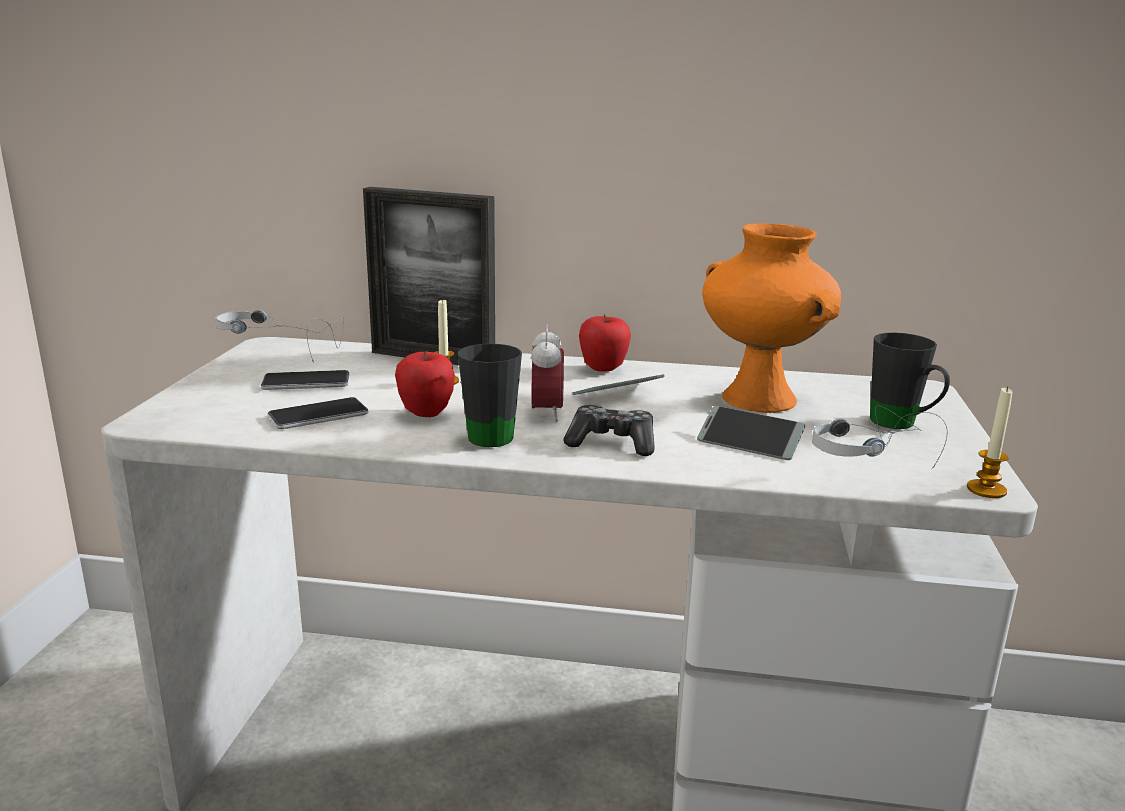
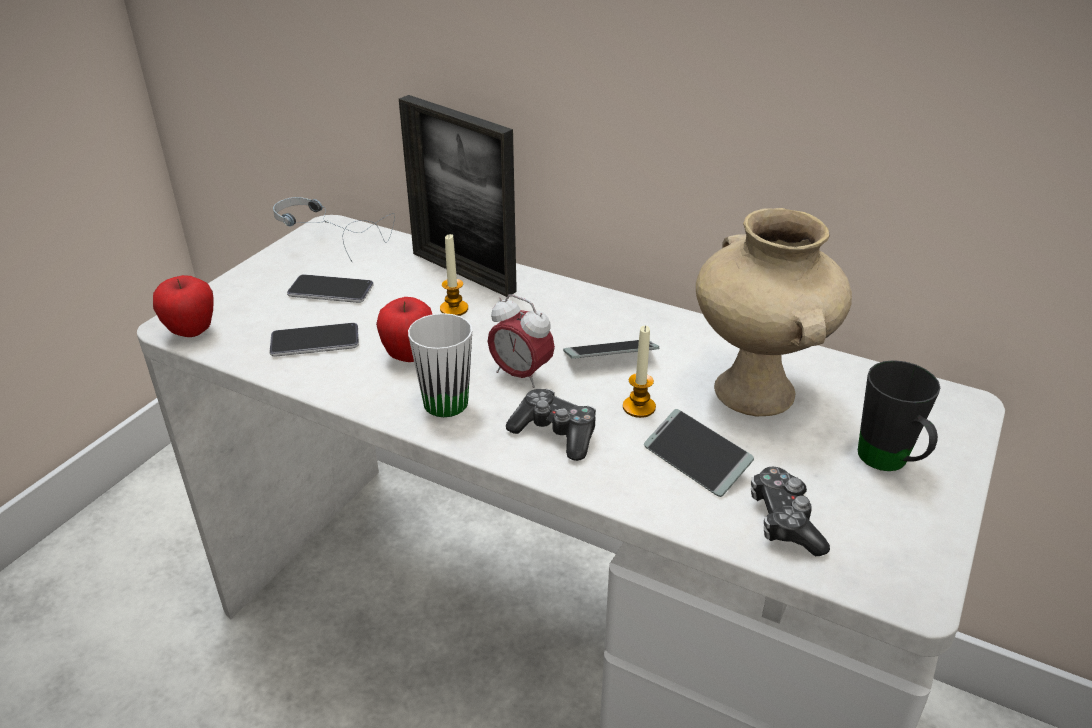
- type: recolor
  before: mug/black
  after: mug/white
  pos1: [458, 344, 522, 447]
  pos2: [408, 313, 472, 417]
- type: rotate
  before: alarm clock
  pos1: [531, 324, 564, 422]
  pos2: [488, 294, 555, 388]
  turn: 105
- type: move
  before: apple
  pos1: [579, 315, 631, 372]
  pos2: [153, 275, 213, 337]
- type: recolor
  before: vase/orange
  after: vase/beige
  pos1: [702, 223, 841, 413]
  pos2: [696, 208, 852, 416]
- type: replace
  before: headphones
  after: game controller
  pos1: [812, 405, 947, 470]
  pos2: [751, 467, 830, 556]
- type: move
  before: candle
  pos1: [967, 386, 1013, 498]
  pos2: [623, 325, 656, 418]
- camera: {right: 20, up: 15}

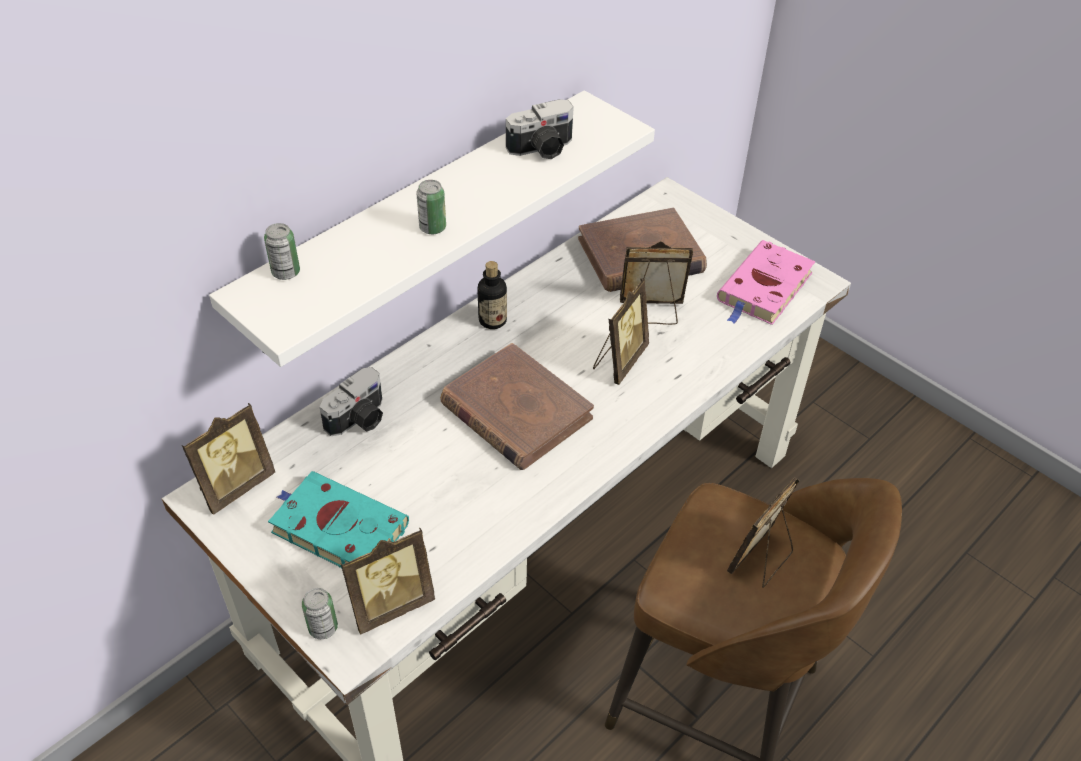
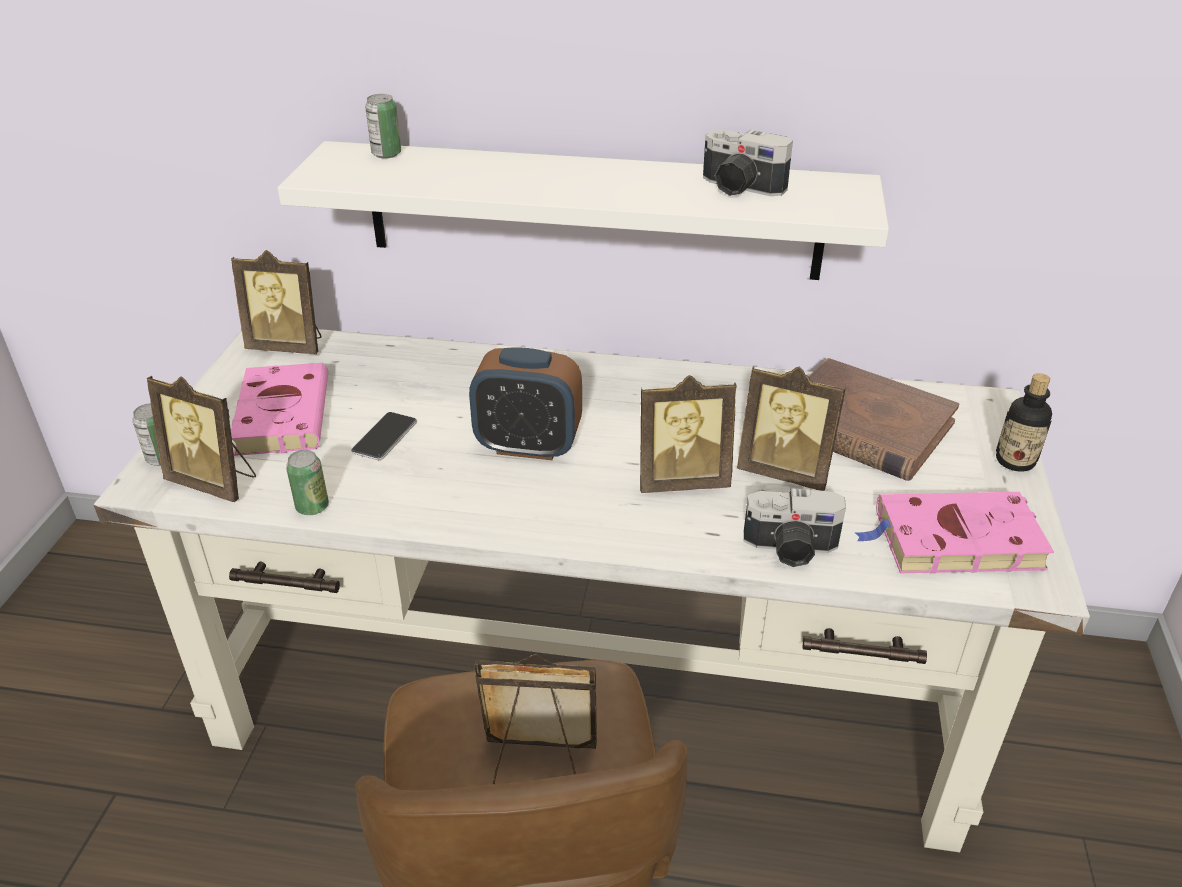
- type: recolor
  before: book/turquoise
  after: book/pink
  pos1: [268, 471, 409, 568]
  pos2: [231, 363, 328, 456]
- type: move
  before: photo camera
  pos1: [320, 367, 383, 436]
  pos2: [744, 488, 846, 567]
- type: move
  before: can
  pos1: [416, 180, 446, 234]
  pos2: [286, 450, 329, 515]
- type: replace
  before: book/brown
  after: alarm clock
  pos1: [440, 343, 594, 470]
  pos2: [469, 348, 582, 460]
- type: move
  before: bottle
  pos1: [477, 261, 507, 329]
  pos2: [996, 373, 1052, 472]
- type: rotate
  before: picture frame
  pos1: [620, 241, 693, 325]
  pos2: [737, 367, 846, 491]
  turn: 150
- type: insert
  after: phone
  pos2: [351, 412, 417, 460]
- camera: {right: 55, up: -10}

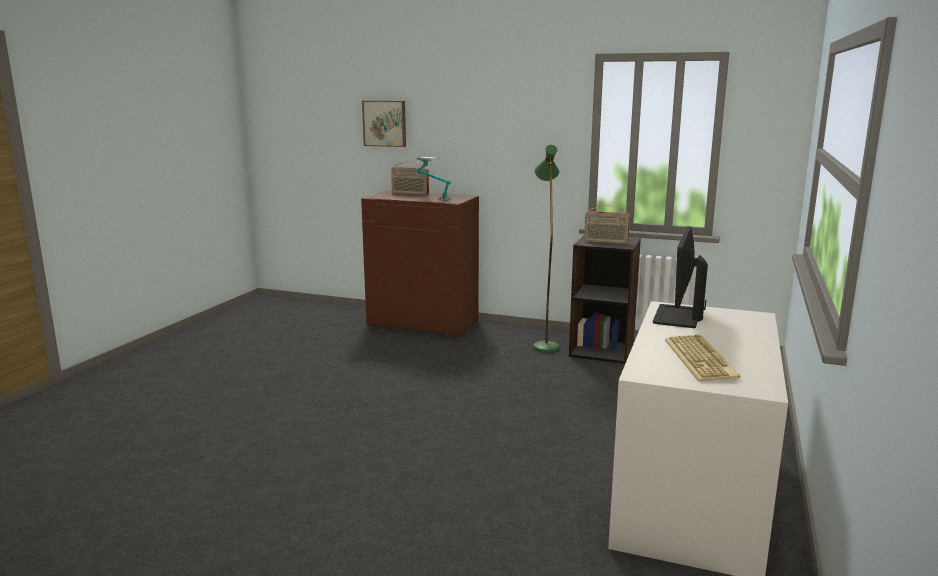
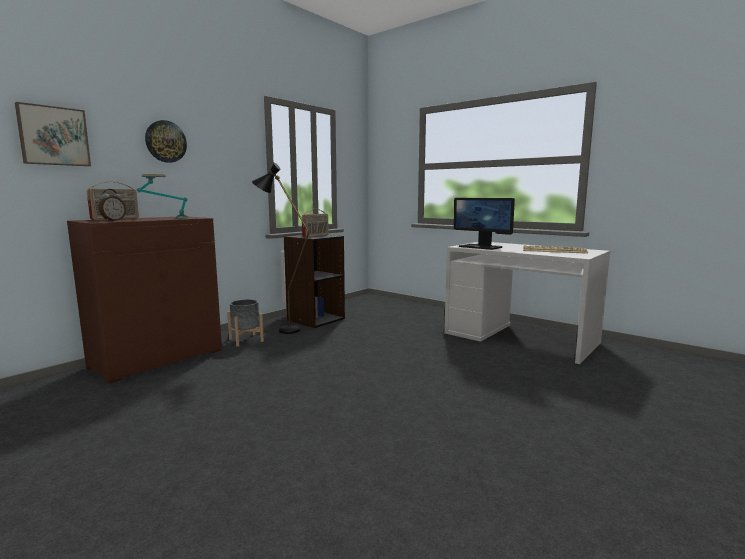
- type: recolor
  before: floor lamp/green
  after: floor lamp/black
  pos1: [533, 145, 559, 353]
  pos2: [252, 162, 309, 334]
- type: insert
  after: alarm clock
  pos2: [99, 189, 126, 221]
- type: insert
  after: wall clock
  pos2: [145, 120, 187, 163]
- type: insert
  after: planter/grey
  pos2: [227, 299, 264, 346]
- camera: {right: -70, up: -5}

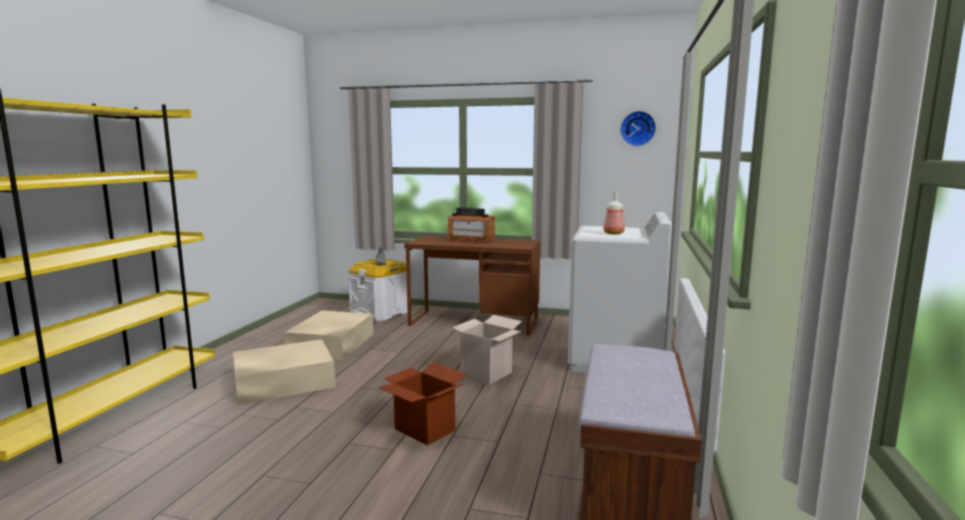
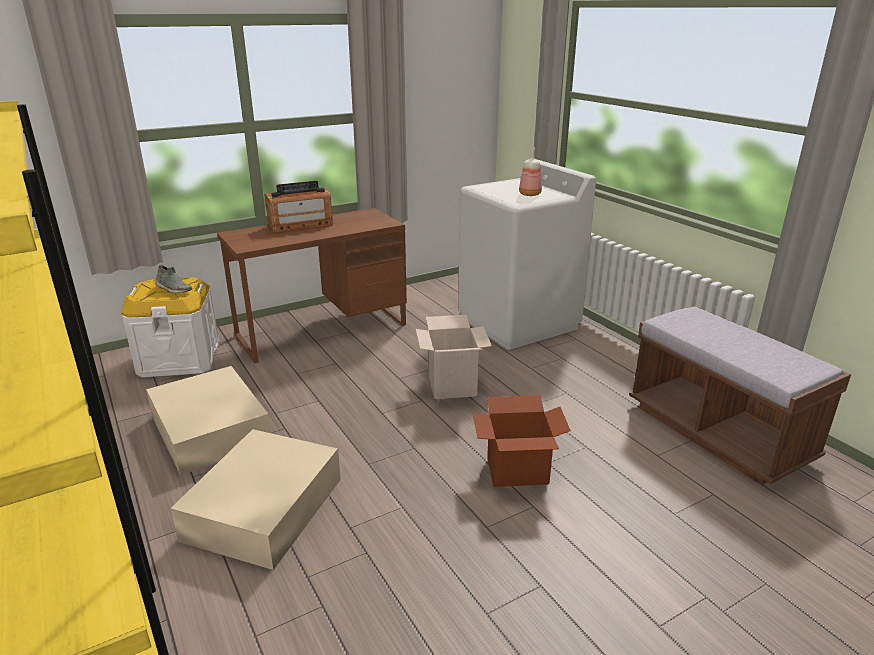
- type: delete
  before: wall clock
  pos1: [620, 111, 656, 146]
- camera: {right: -45, up: 15}

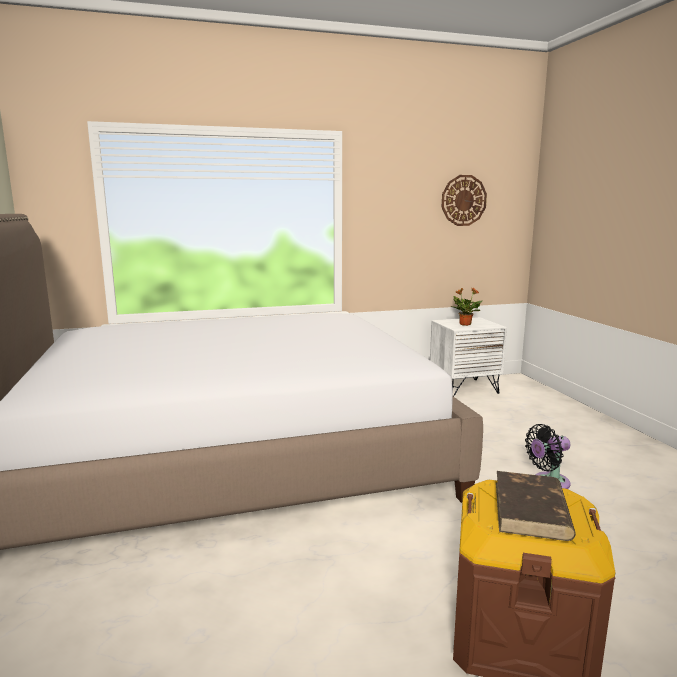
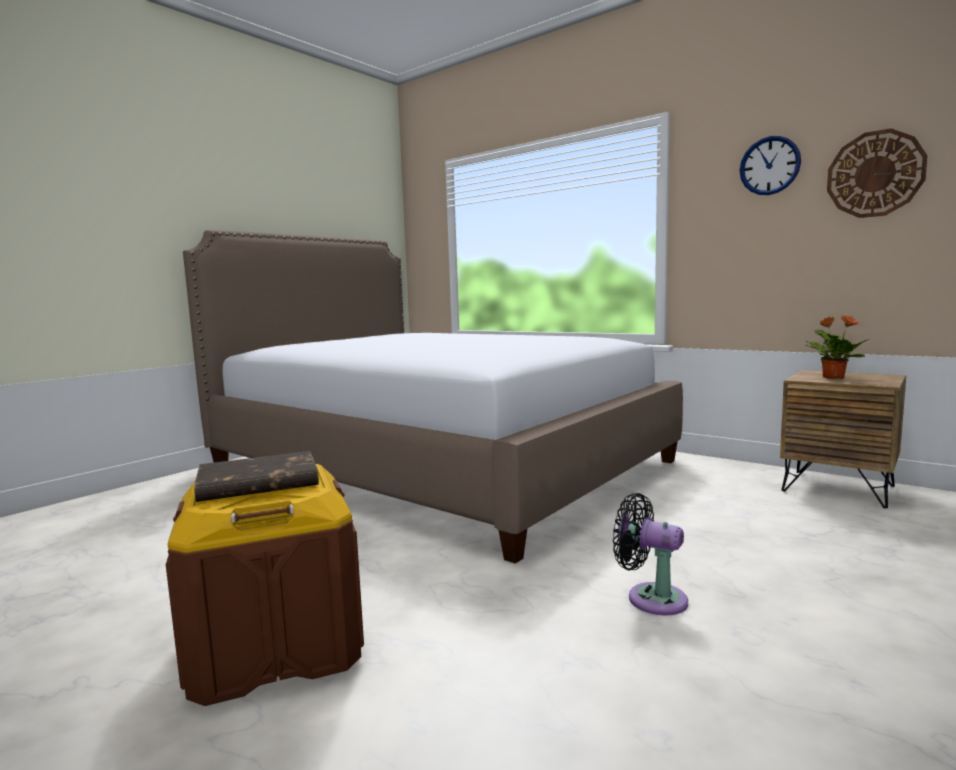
- type: recolor
  before: nightstand/white
  after: nightstand/brown
  pos1: [430, 317, 507, 397]
  pos2: [780, 370, 906, 508]
- type: insert
  after: wall clock
  pos2: [740, 136, 801, 195]
- camera: {right: 55, up: -5}

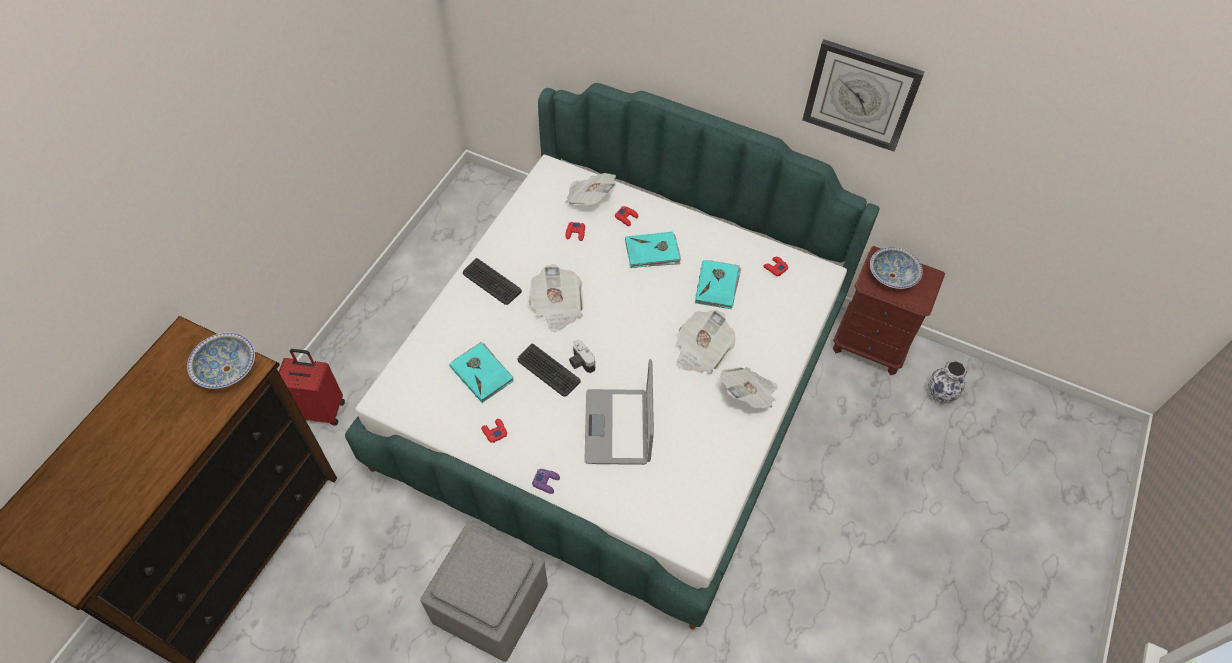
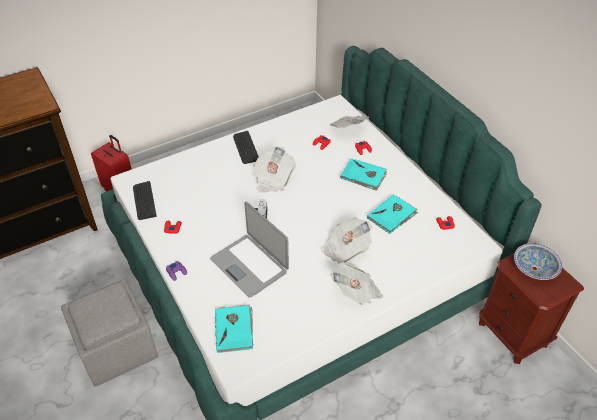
- type: delete
  before: bowl
  pos1: [187, 333, 255, 389]
- type: move
  before: book/turquoise
  pos1: [450, 342, 514, 403]
  pos2: [215, 305, 253, 353]
- type: move
  before: keyboard
  pos1: [518, 344, 581, 396]
  pos2: [133, 181, 157, 220]
- type: rotate
  before: laptop
  pos1: [585, 359, 654, 465]
  pos2: [210, 202, 289, 298]
  turn: -75
- type: delete
  before: wall clock
  pos1: [802, 40, 924, 152]
- type: delete
  before: vase
  pos1: [928, 361, 967, 404]
- camera: {right: 35, up: -10}

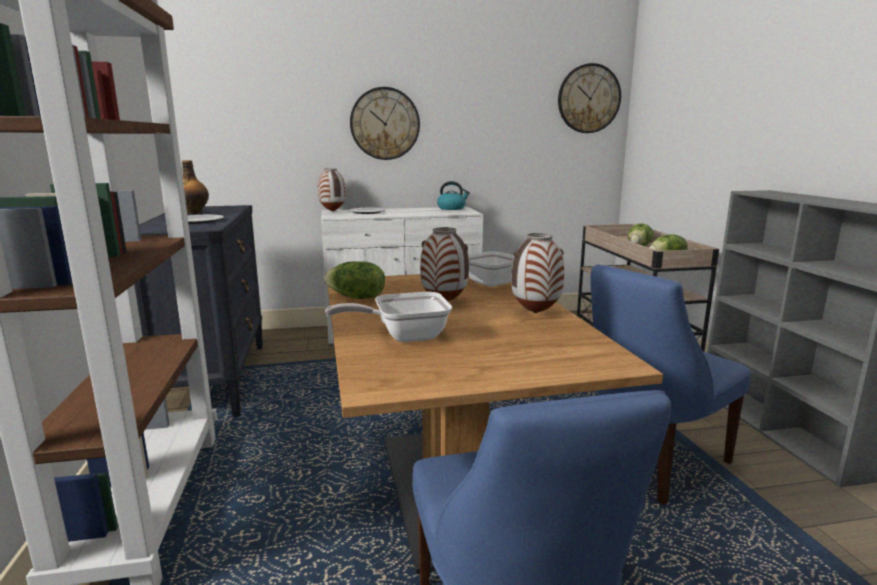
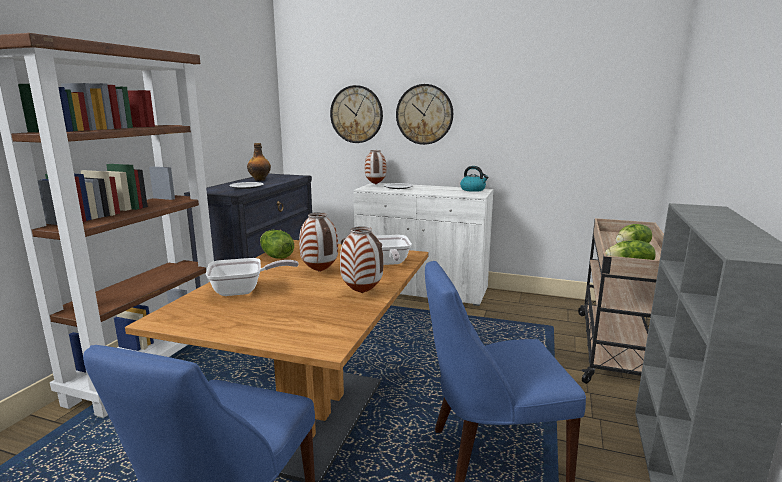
- type: rotate
  before: frying pan
  pos1: [325, 292, 452, 342]
  pos2: [206, 258, 298, 296]
  turn: 150
- type: move
  before: wall clock
  pos1: [558, 63, 621, 133]
  pos2: [330, 85, 383, 143]
- camera: {right: 30, up: 0}

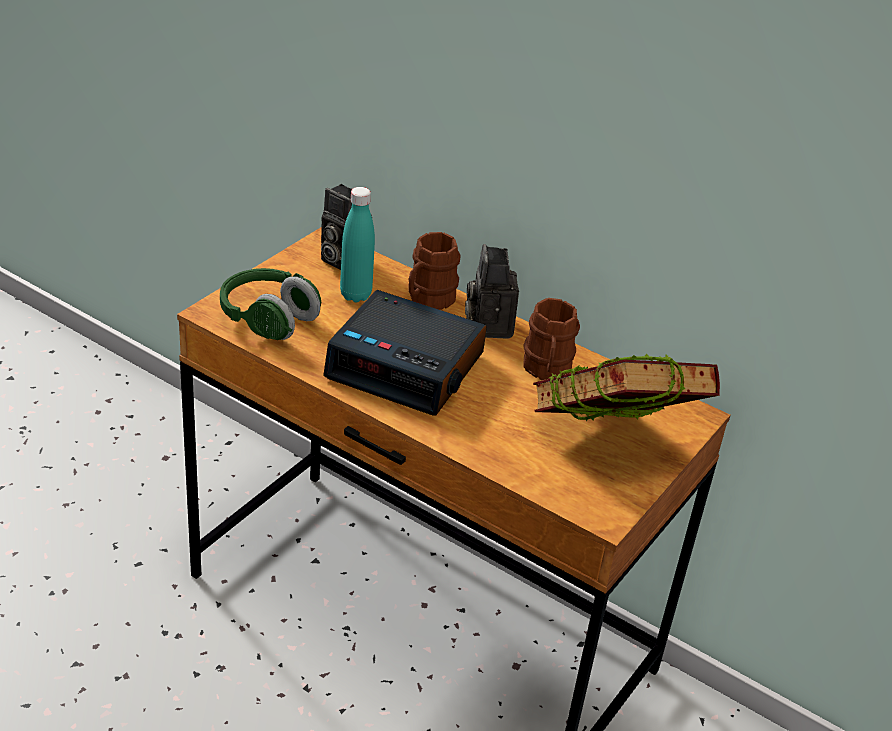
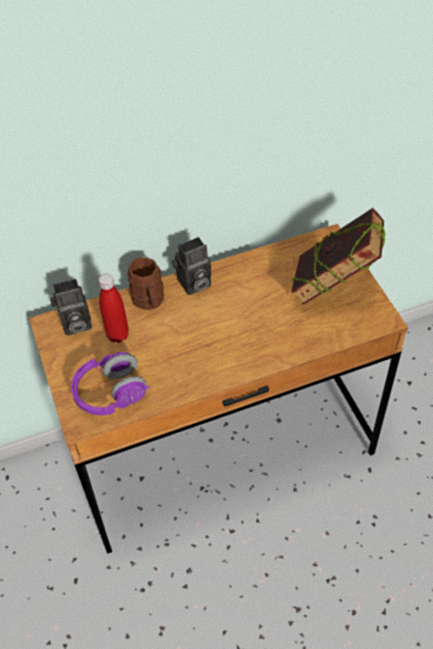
- type: recolor
  before: headphones/green
  after: headphones/purple
  pos1: [220, 268, 321, 340]
  pos2: [71, 352, 150, 415]
- type: delete
  before: alarm clock
  pos1: [323, 290, 487, 416]
- type: recolor
  before: bottle/turquoise
  after: bottle/red
  pos1: [340, 187, 375, 302]
  pos2: [99, 274, 129, 343]
- type: rotate
  before: photo camera
  pos1: [465, 244, 519, 339]
  pos2: [172, 237, 211, 295]
  turn: -60
- type: delete
  before: mug/brown
  pos1: [523, 298, 580, 380]
- camera: {right: -50, up: 15}

